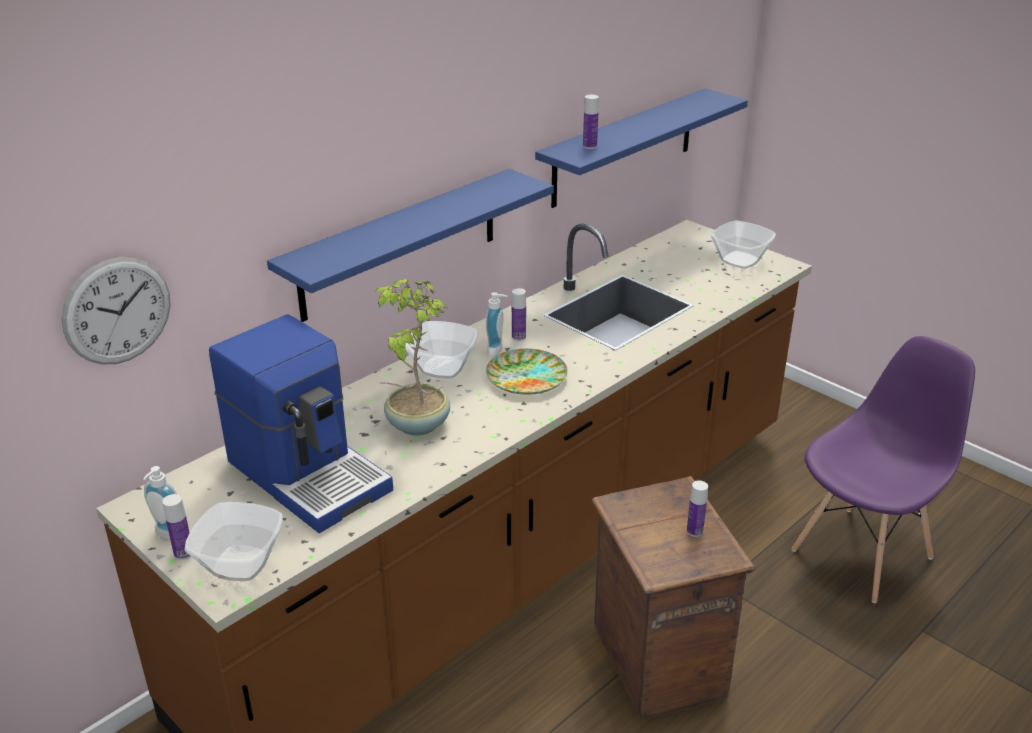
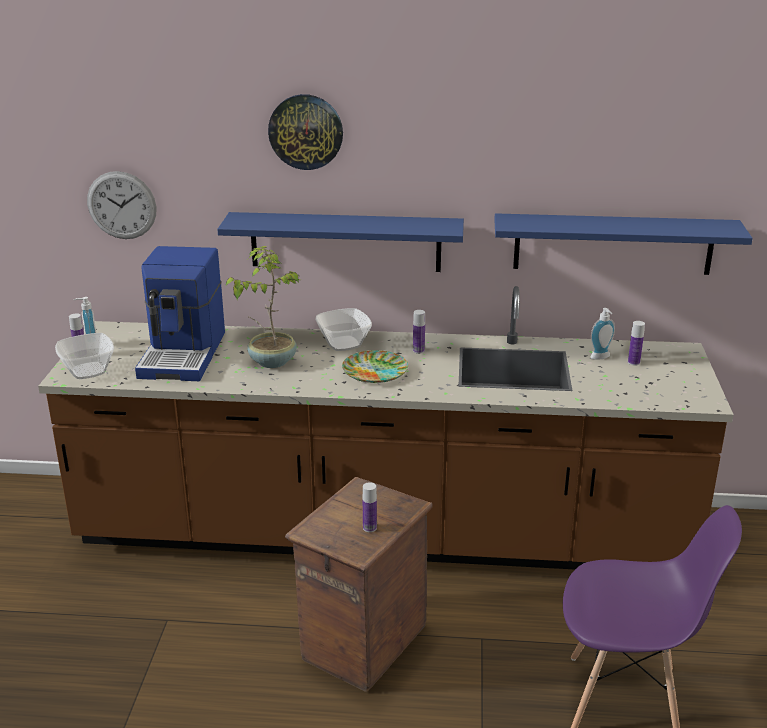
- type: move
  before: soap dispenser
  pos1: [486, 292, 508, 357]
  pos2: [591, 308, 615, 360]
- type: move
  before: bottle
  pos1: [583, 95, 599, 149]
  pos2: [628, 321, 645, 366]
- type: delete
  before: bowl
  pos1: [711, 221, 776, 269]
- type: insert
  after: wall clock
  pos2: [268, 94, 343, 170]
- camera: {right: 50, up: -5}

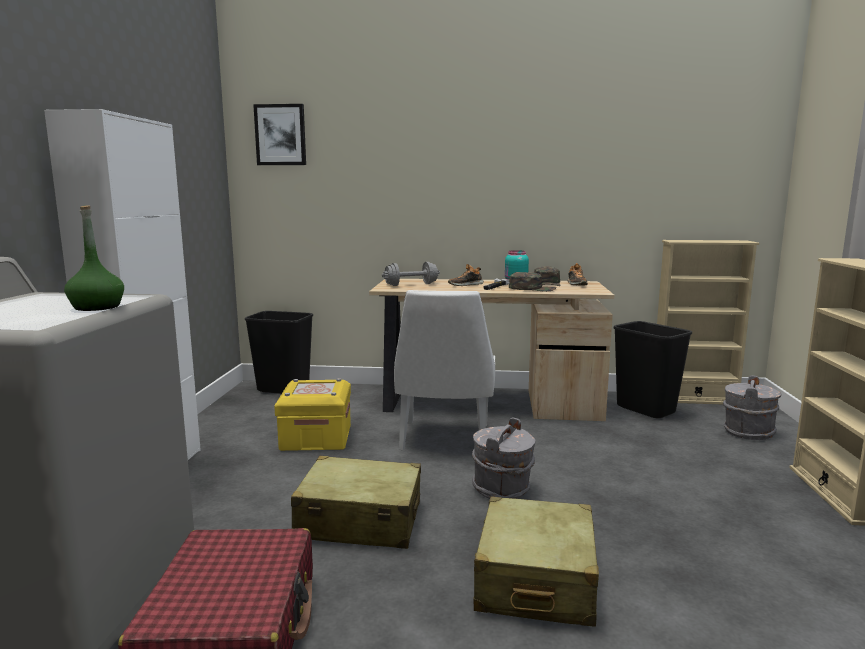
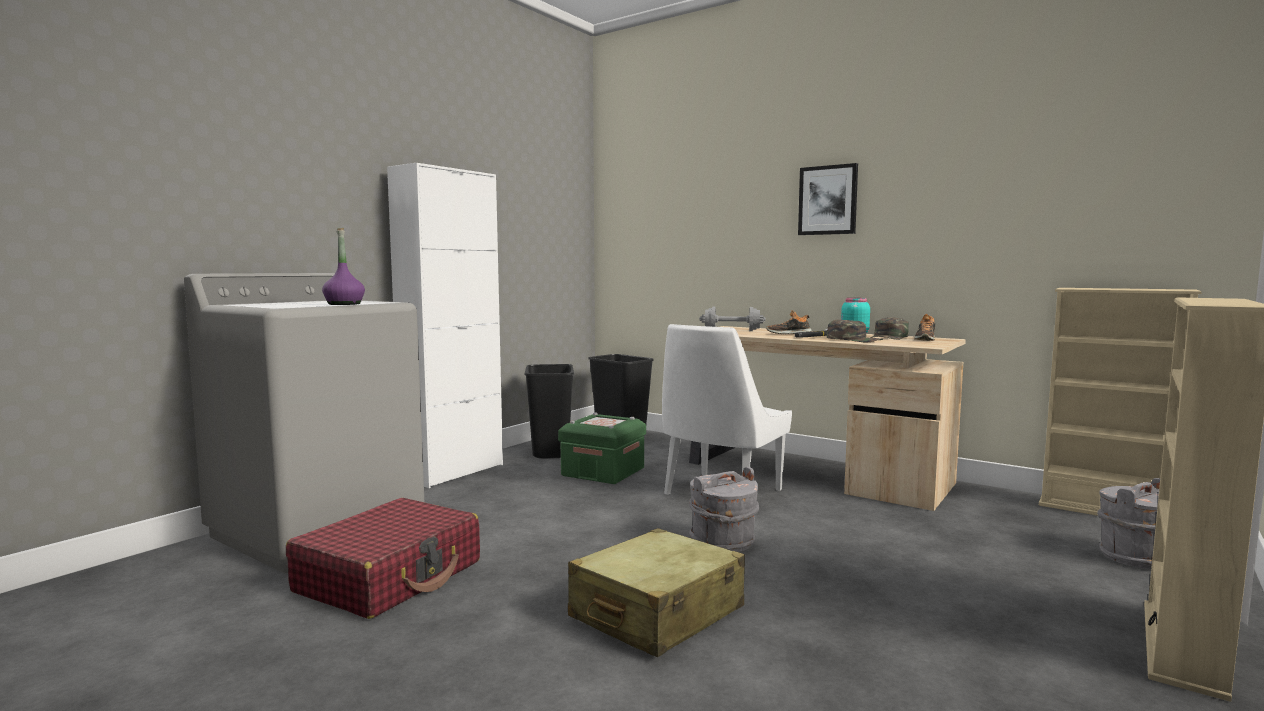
- type: recolor
  before: bottle/green
  after: bottle/purple
  pos1: [64, 205, 124, 311]
  pos2: [322, 228, 365, 305]
- type: move
  before: picture
  pos1: [253, 104, 306, 165]
  pos2: [798, 163, 858, 235]
- type: recolor
  before: storage box/yellow
  after: storage box/green
  pos1: [274, 378, 351, 451]
  pos2: [558, 413, 646, 484]
- type: delete
  before: suitcase/beige
  pos1: [291, 456, 421, 549]
- type: move
  before: trash can/black
  pos1: [614, 321, 692, 418]
  pos2: [525, 364, 574, 459]
- camera: {right: 30, up: -5}

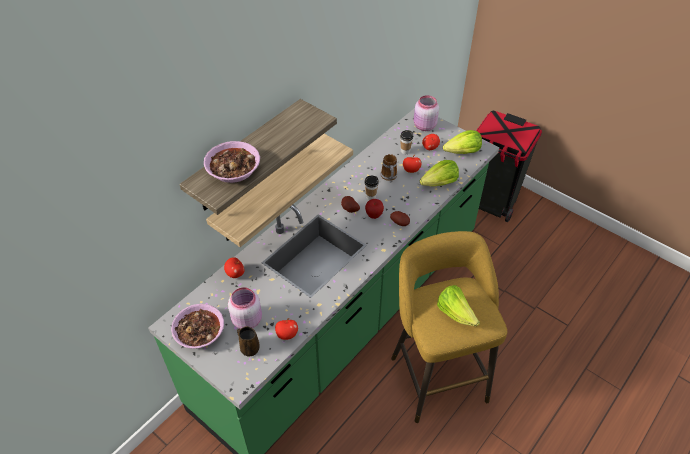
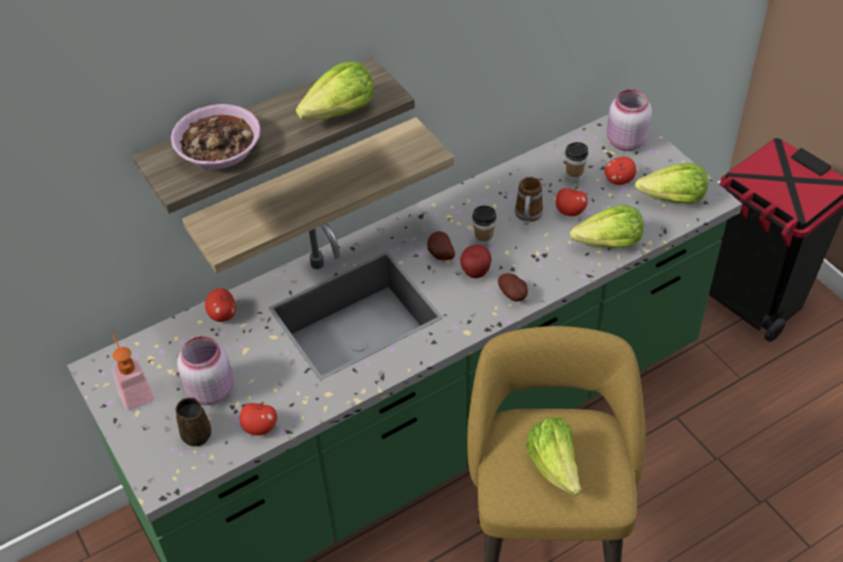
- type: replace
  before: bowl
  after: soap dispenser
  pos1: [171, 304, 224, 349]
  pos2: [112, 333, 155, 411]
- type: insert
  after: lettuce
  pos2: [296, 62, 374, 119]
- camera: {right: 20, up: 0}

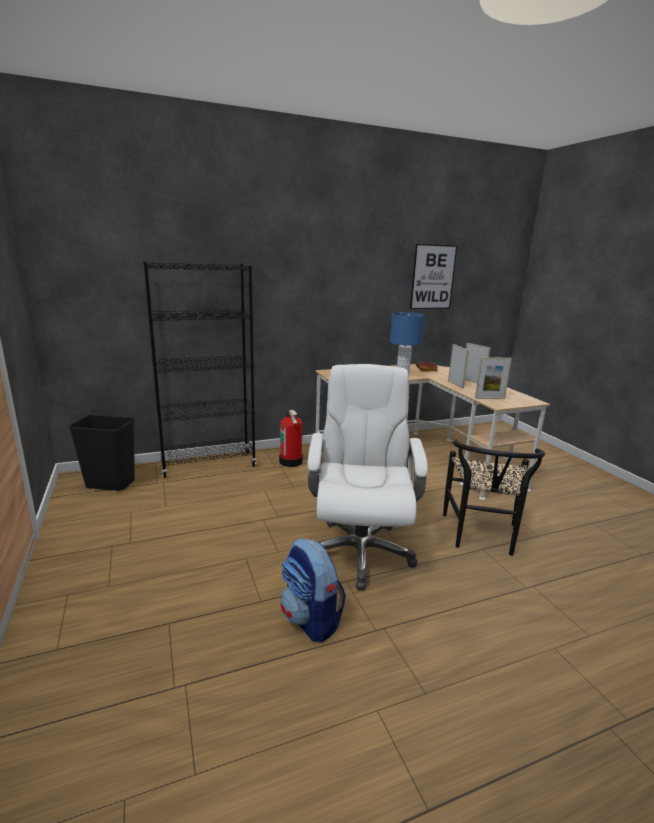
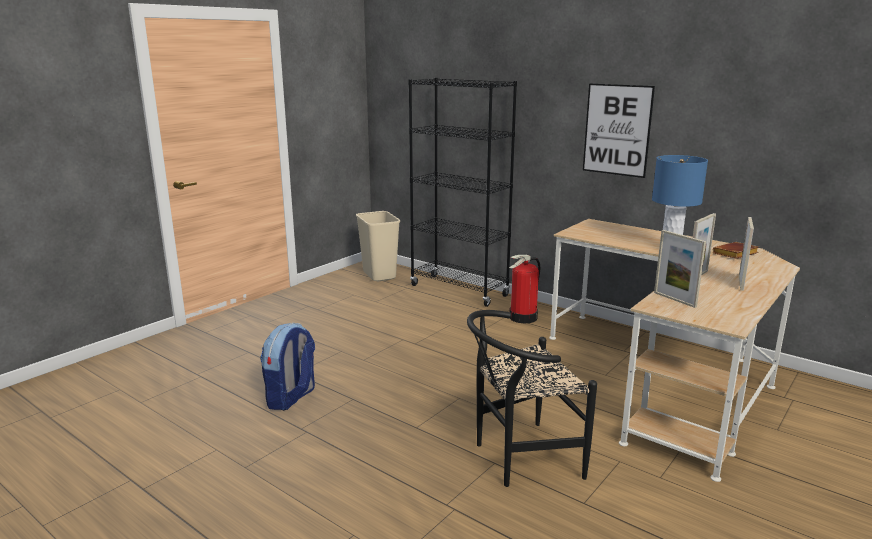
- type: recolor
  before: trash can/black
  after: trash can/beige
  pos1: [68, 414, 135, 491]
  pos2: [356, 211, 400, 281]
- type: delete
  before: office chair/white
  pos1: [308, 364, 428, 590]
- type: move
  before: picture
  pos1: [410, 244, 457, 309]
  pos2: [583, 83, 655, 178]
- camera: {right: 60, up: 0}

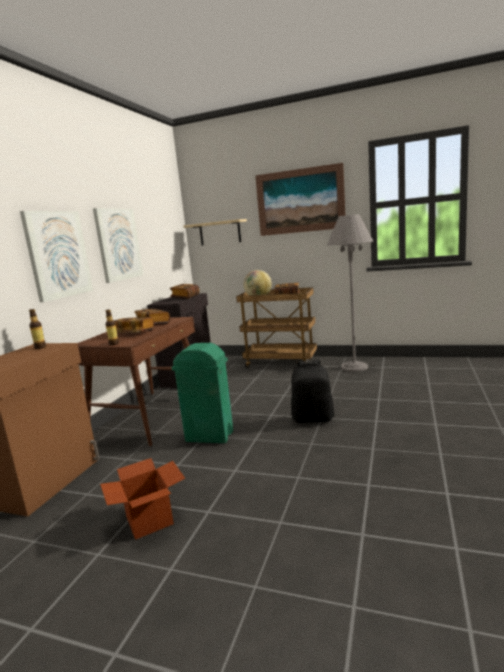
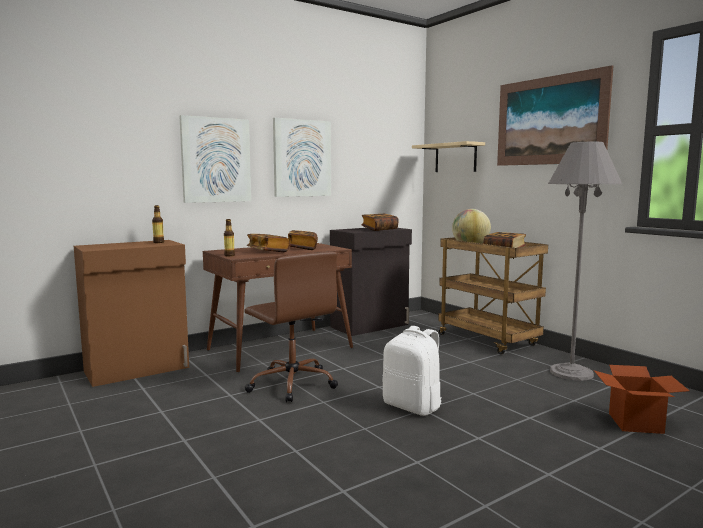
- type: move
  before: cardboard box
  pos1: [100, 458, 185, 540]
  pos2: [594, 365, 690, 434]
- type: replace
  before: trash can/green
  after: office chair/brown
  pos1: [172, 343, 233, 443]
  pos2: [244, 251, 338, 402]
- type: recolor
  before: backpack/black
  after: backpack/white
  pos1: [291, 360, 335, 423]
  pos2: [382, 326, 441, 416]
- camera: {right: 35, up: -5}

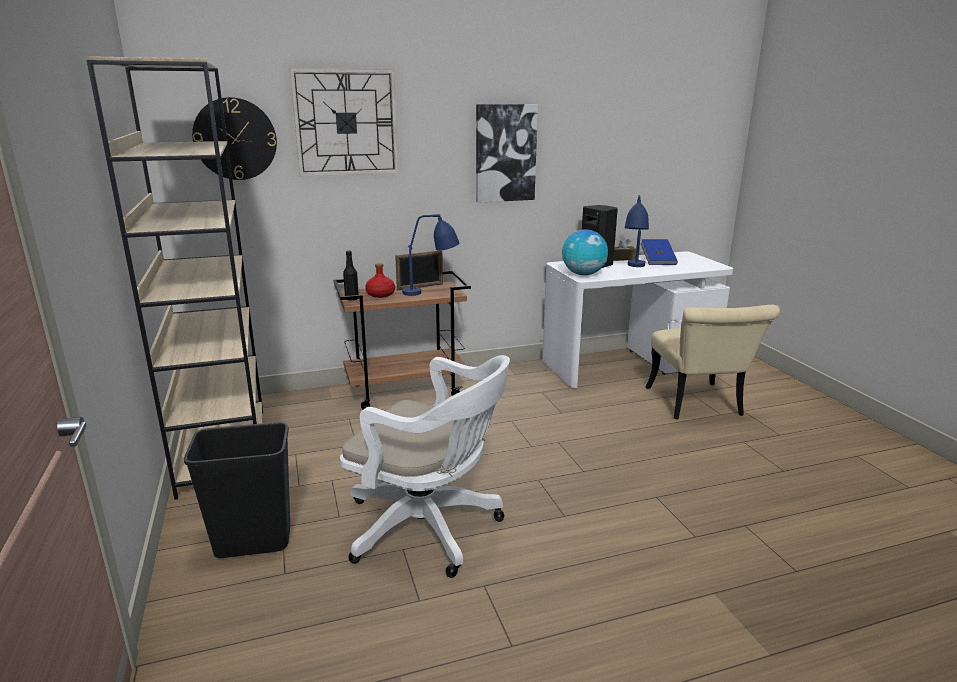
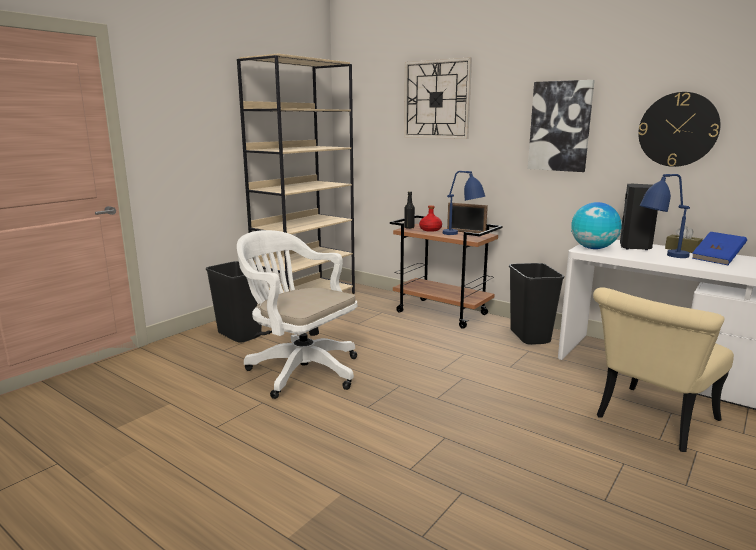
- type: move
  before: wall clock
  pos1: [192, 97, 277, 180]
  pos2: [638, 92, 721, 167]
- type: rotate
  before: office chair/white
  pos1: [340, 355, 510, 578]
  pos2: [237, 230, 357, 399]
  turn: 135
- type: insert
  after: trash can/black
  pos2: [509, 263, 564, 345]
- camera: {right: 55, up: -5}

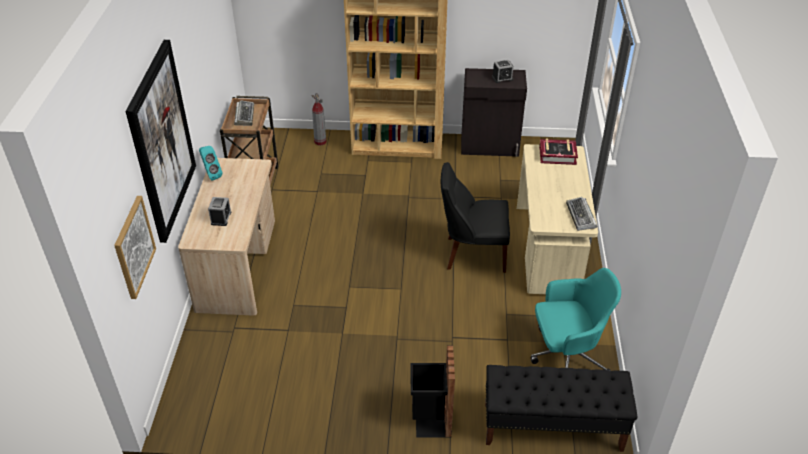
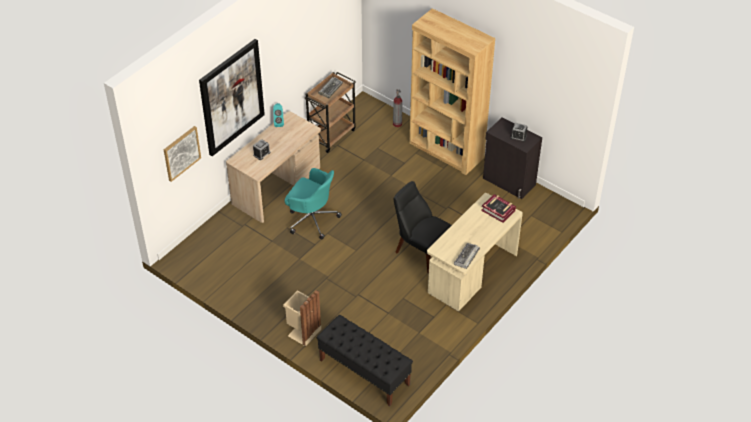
- type: recolor
  before: trash can/black
  after: trash can/beige
  pos1: [410, 346, 455, 438]
  pos2: [283, 290, 321, 346]
- type: move
  before: office chair/turquoise
  pos1: [531, 268, 621, 371]
  pos2: [285, 168, 342, 239]
- camera: {right: 35, up: 5}

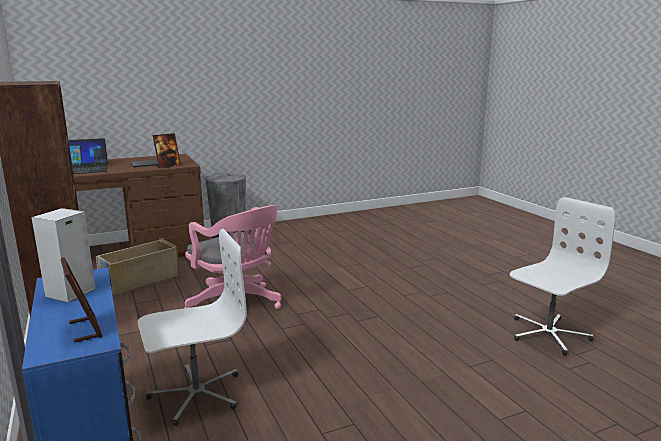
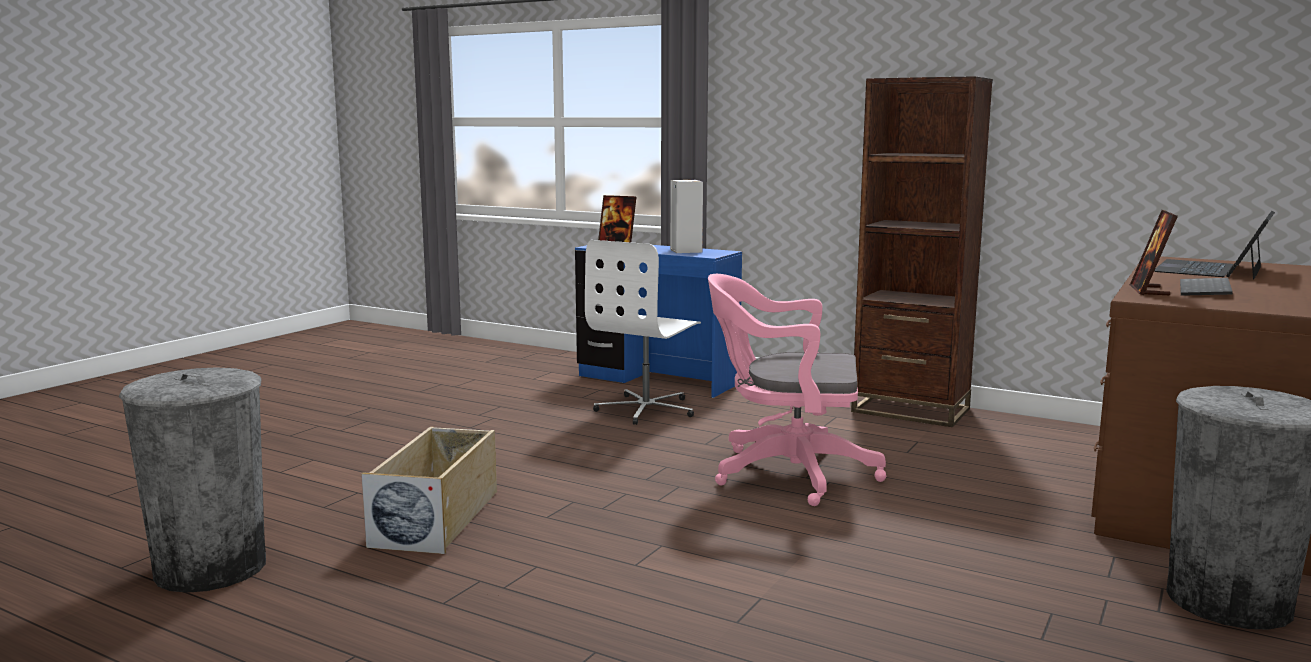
- type: move
  before: storage box/beige
  pos1: [96, 238, 180, 295]
  pos2: [361, 427, 497, 554]
- type: replace
  before: office chair/white
  after: trash can/grey
  pos1: [510, 197, 616, 355]
  pos2: [119, 367, 266, 593]
- camera: {right: 145, up: -5}

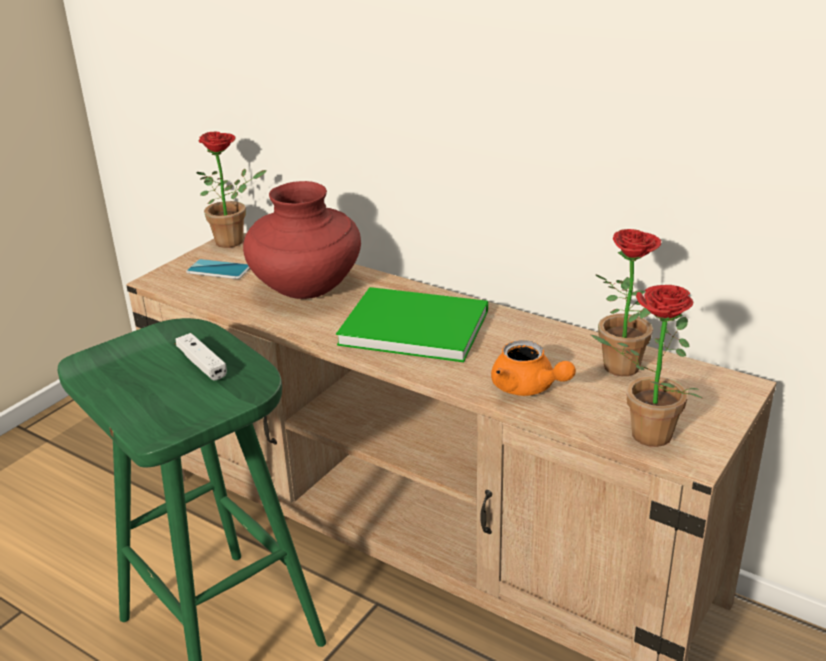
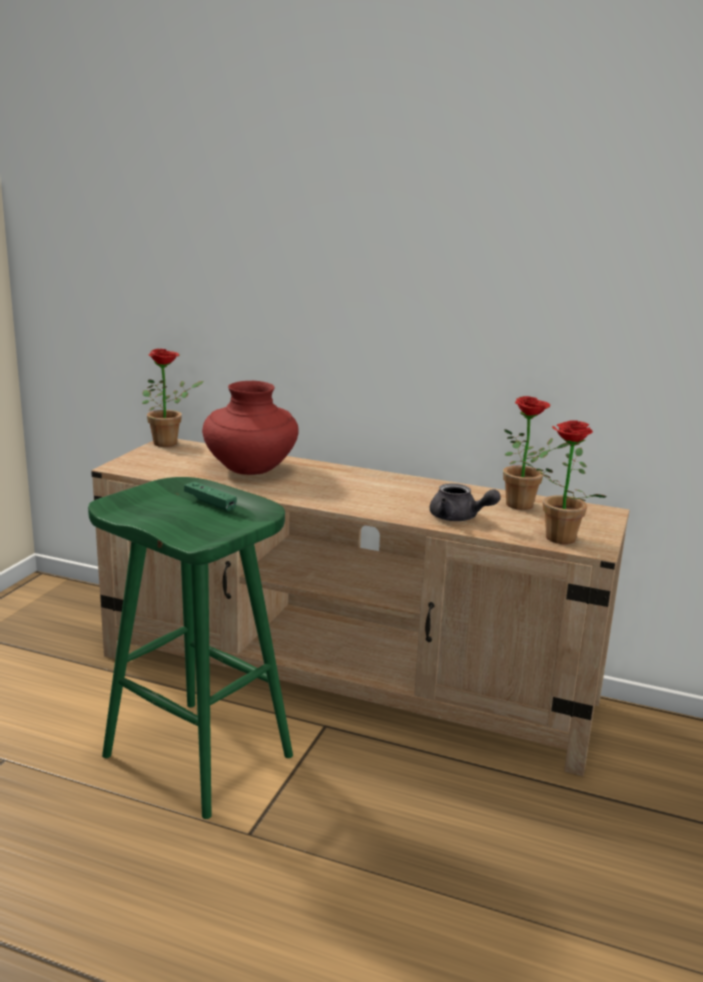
- type: recolor
  before: game controller/white
  after: game controller/green
  pos1: [176, 333, 227, 381]
  pos2: [184, 482, 237, 511]
- type: delete
  before: phone
  pos1: [186, 259, 250, 279]
- type: delete
  before: book/green
  pos1: [336, 287, 488, 362]
- type: recolor
  before: teapot/orange
  after: teapot/grey
  pos1: [491, 340, 576, 396]
  pos2: [430, 483, 501, 521]
- camera: {right: -15, up: -10}

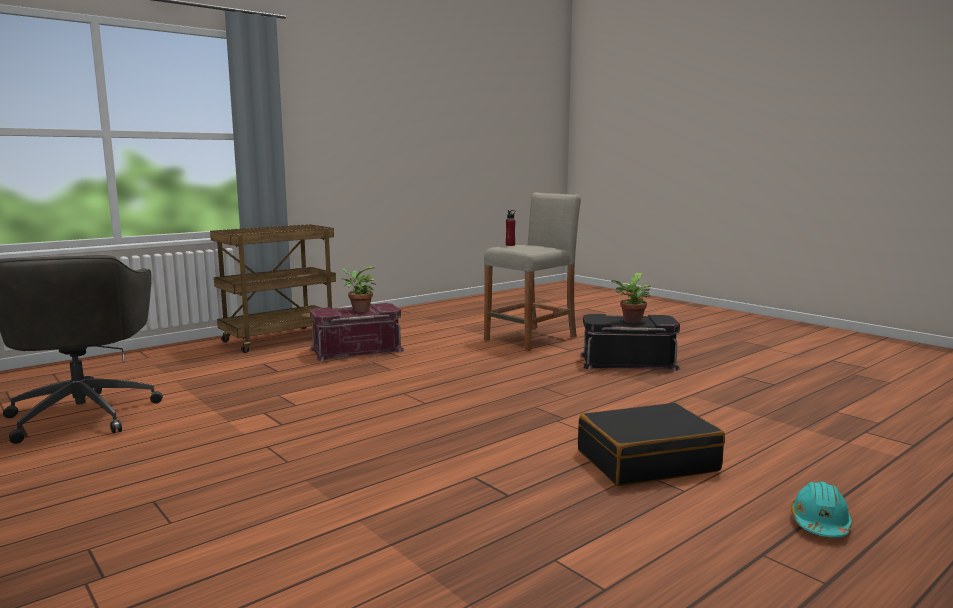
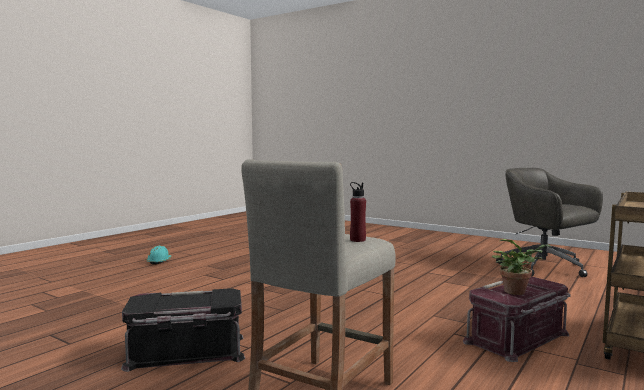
- type: delete
  before: suitcase/black
  pos1: [578, 403, 725, 486]
- type: delete
  before: potted plant
  pos1: [612, 273, 652, 323]
- camera: {right: 165, up: -5}

